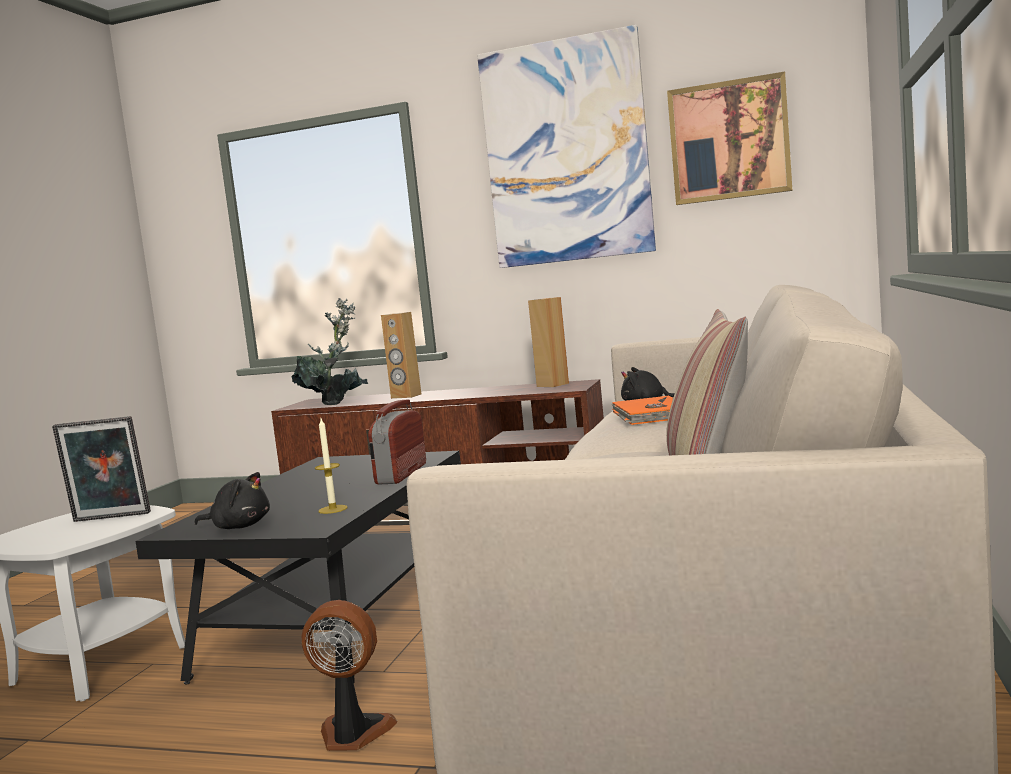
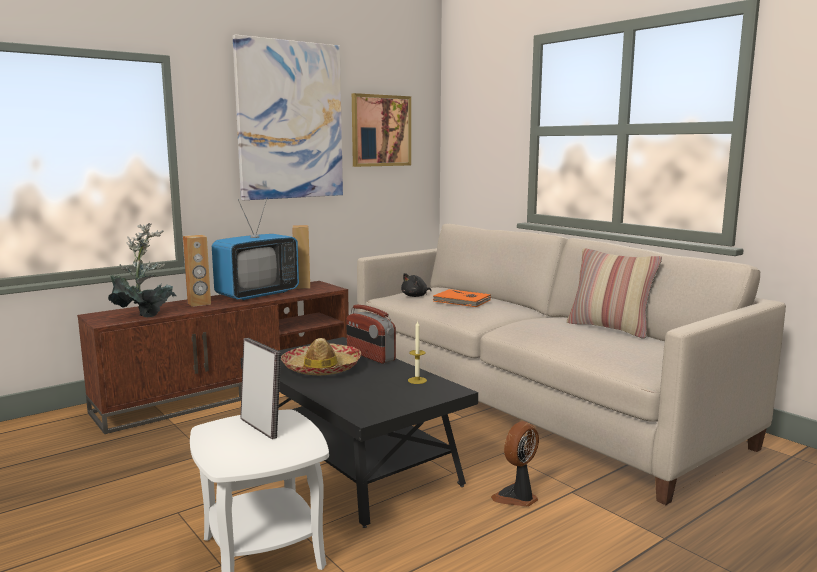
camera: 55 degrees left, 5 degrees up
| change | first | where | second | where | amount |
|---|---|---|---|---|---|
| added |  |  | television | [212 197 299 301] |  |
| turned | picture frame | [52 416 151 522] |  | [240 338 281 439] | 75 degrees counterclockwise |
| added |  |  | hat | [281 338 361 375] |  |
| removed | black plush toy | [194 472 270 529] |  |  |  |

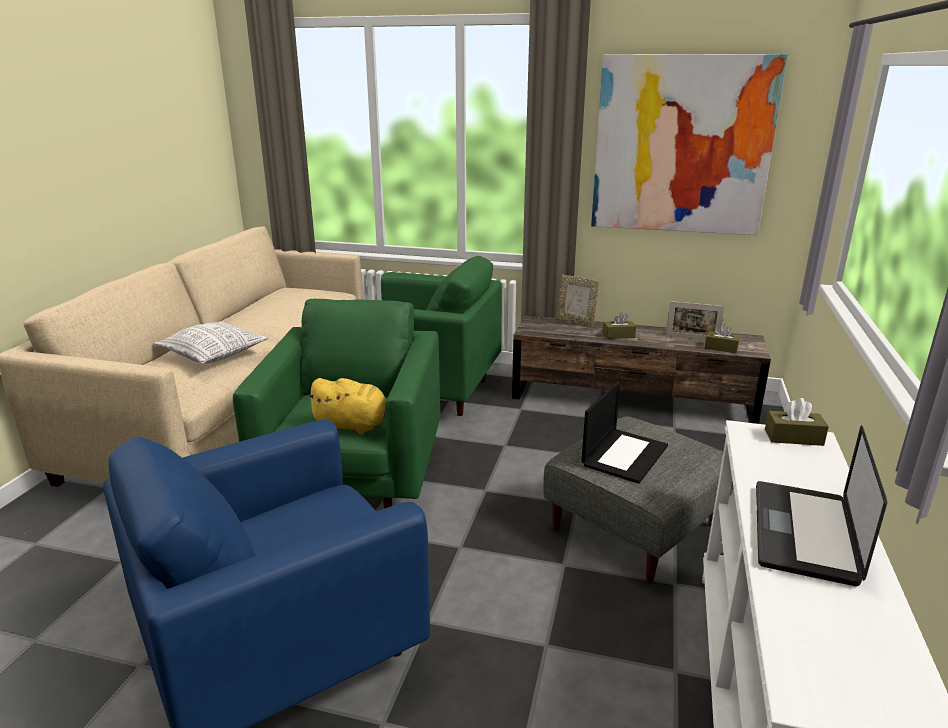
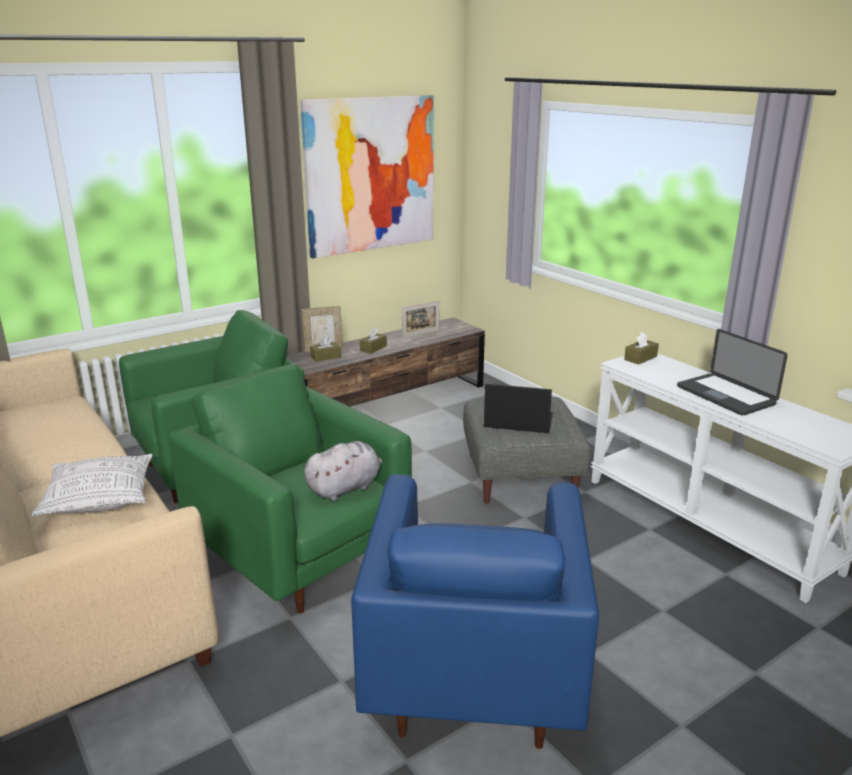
camera: 50 degrees left, 0 degrees up
| change | first | where | second | where | amount |
|---|---|---|---|---|---|
| recoloured | yellow plush toy | [306 378 386 434] | grey plush toy | [304 441 382 501] |  |
| moved | brown tissue box | [705 324 740 353] |  | [310 336 341 362] |  |
| turned | laptop | [581 381 668 484] |  | [484 384 553 433] | 60 degrees counterclockwise |

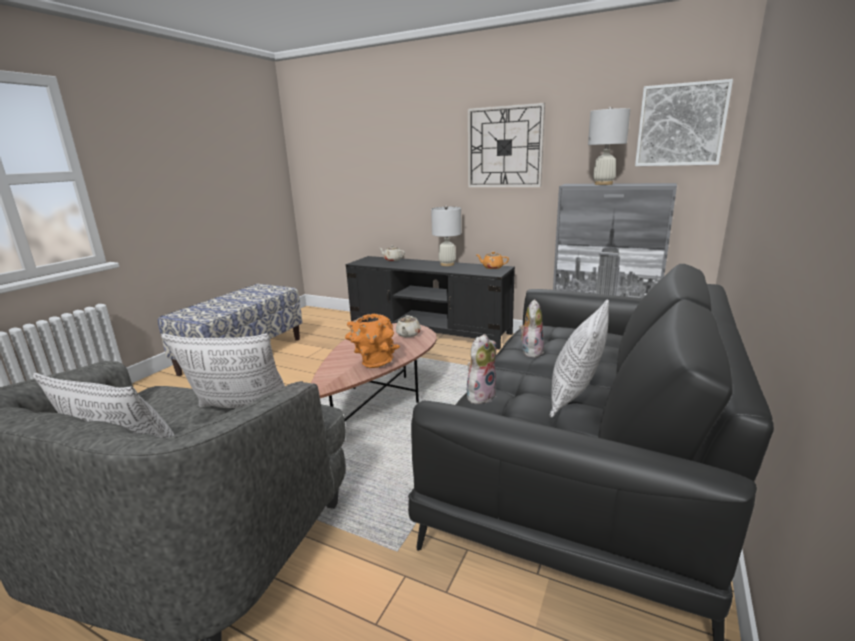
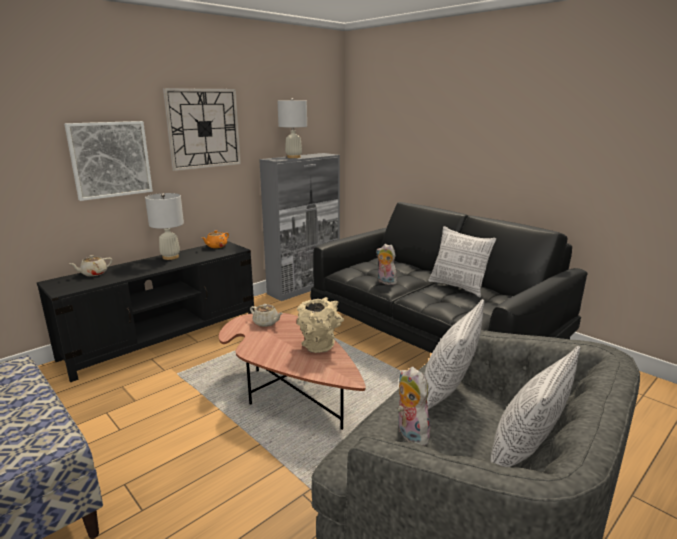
camera: 70 degrees left, 0 degrees up
| change | first | where | second | where | amount |
|---|---|---|---|---|---|
| moved | picture | [635 79 733 166] |  | [64 121 153 201] |  |
| recoloured | orange vase | [345 314 400 368] | beige vase | [297 297 344 353] |  |
| moved | plush toy | [467 334 496 404] |  | [397 367 430 446] |  |

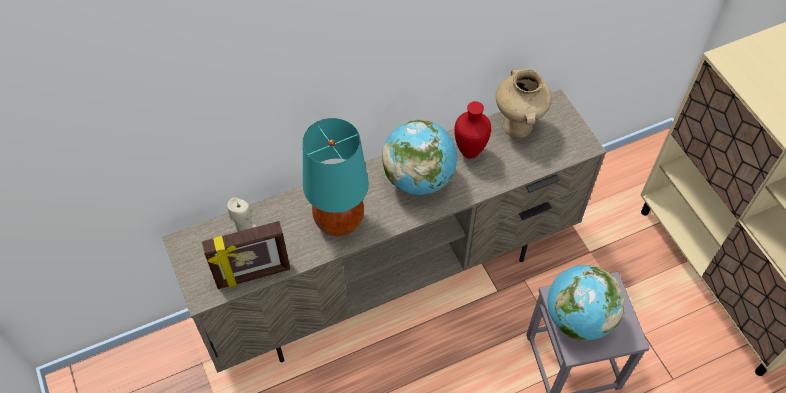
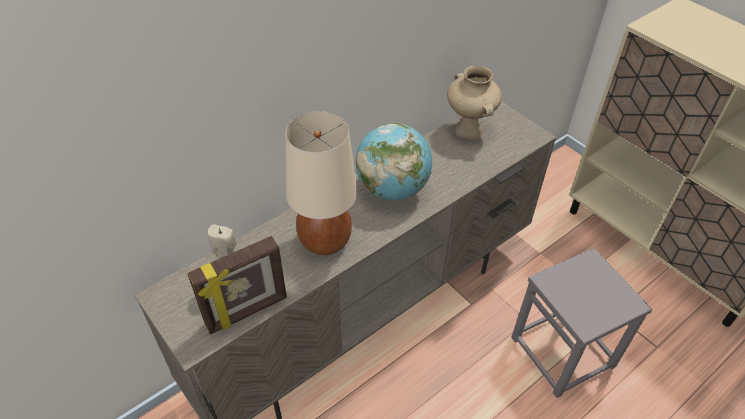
camera: 15 degrees left, 10 degrees down
| change | first | where | second | where | amount |
|---|---|---|---|---|---|
| recoloured | turquoise table lamp | [303 118 369 236] | beige table lamp | [285 111 357 255] |  |
| removed | red vase | [454 101 491 159] |  |  |  |
| removed | globe | [547 265 624 340] |  |  |  |

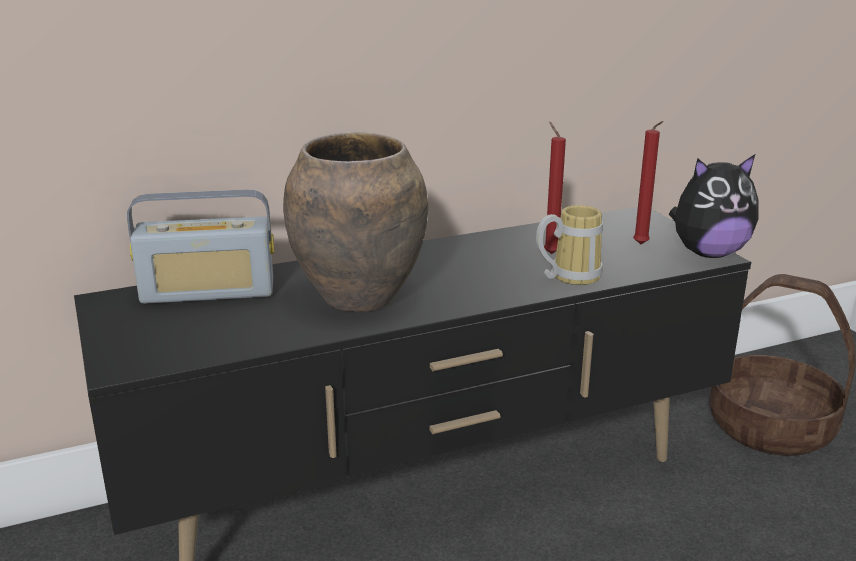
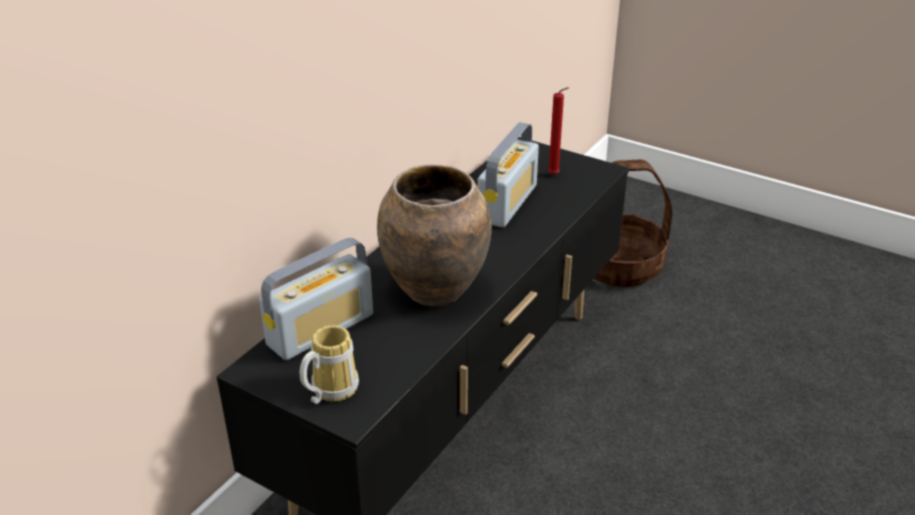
camera: 35 degrees left, 10 degrees up
| change | first | where | second | where | amount |
|---|---|---|---|---|---|
| moved | mug | [536 205 603 285] |  | [300 325 359 404] |  |
| replaced | red candle | [544 122 566 254] | radio | [477 122 539 227] |  |
| removed | plush toy | [669 154 758 258] |  |  |  |

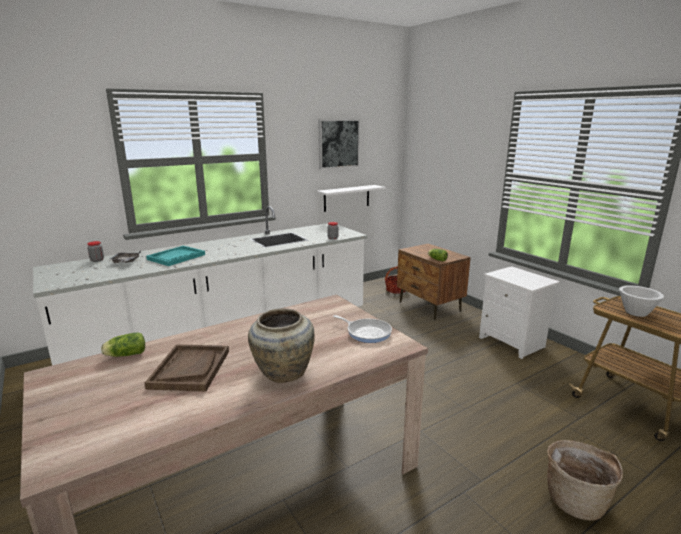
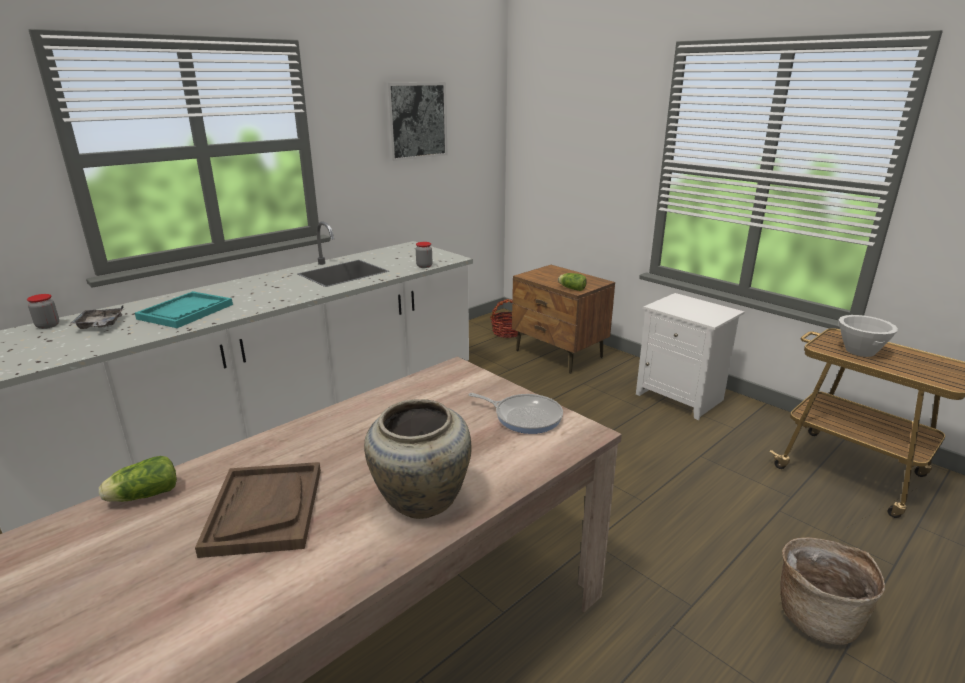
camera: 10 degrees left, 5 degrees up
| change | first | where | second | where | amount |
|---|---|---|---|---|---|
| removed | white shelf | [317 185 386 212] |  |  |  |

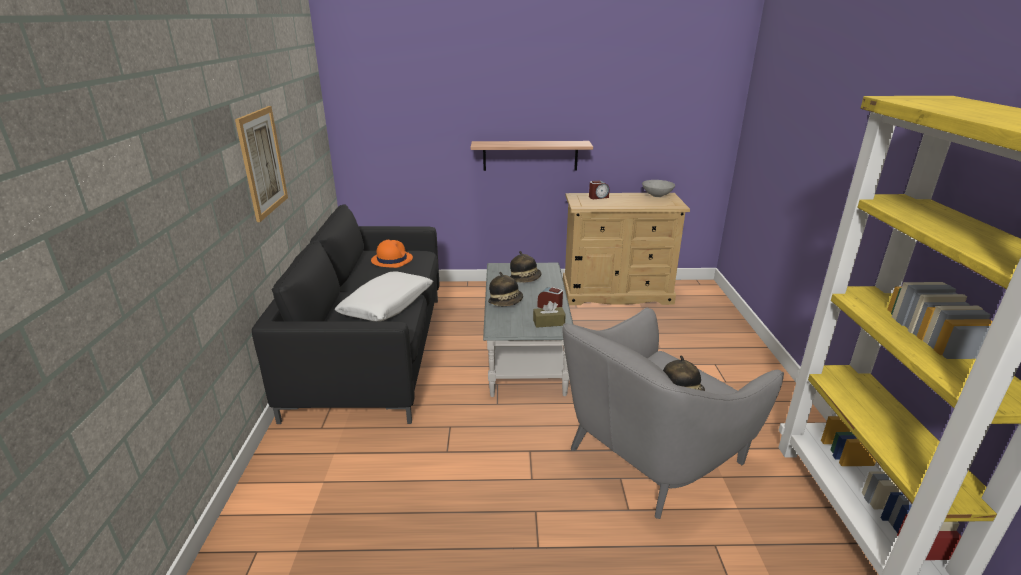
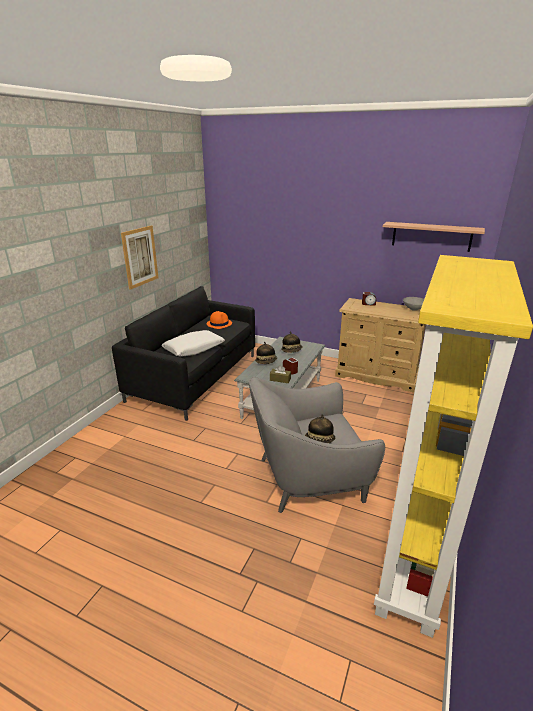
camera: 25 degrees right, 0 degrees up
| change | first | where | second | where | amount |
|---|---|---|---|---|---|
| moved | shelf | [471 141 593 171] |  | [383 222 485 252] |  |

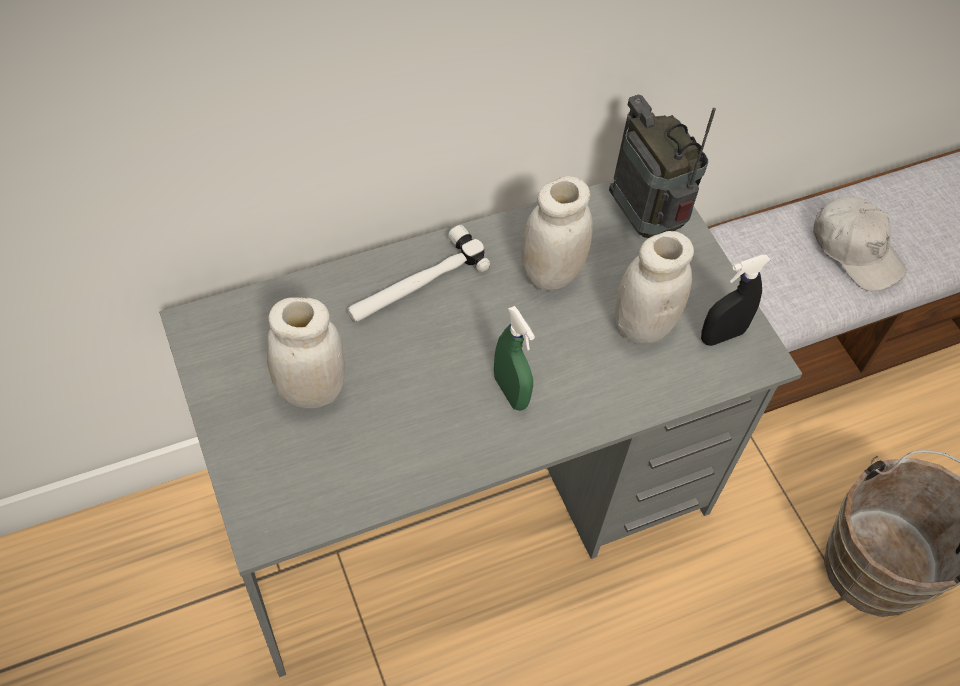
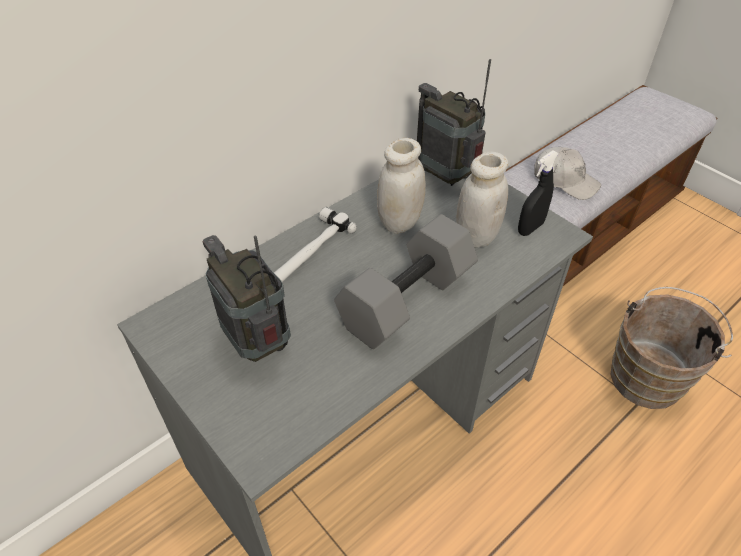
camera: 15 degrees left, 10 degrees down
| change | first | where | second | where | amount |
|---|---|---|---|---|---|
| replaced | white jar | [267 297 345 408] | radio | [203 235 291 362] |  |
| replaced | green spray bottle | [494 306 535 411] | grey dumbbell | [334 214 478 349] |  |

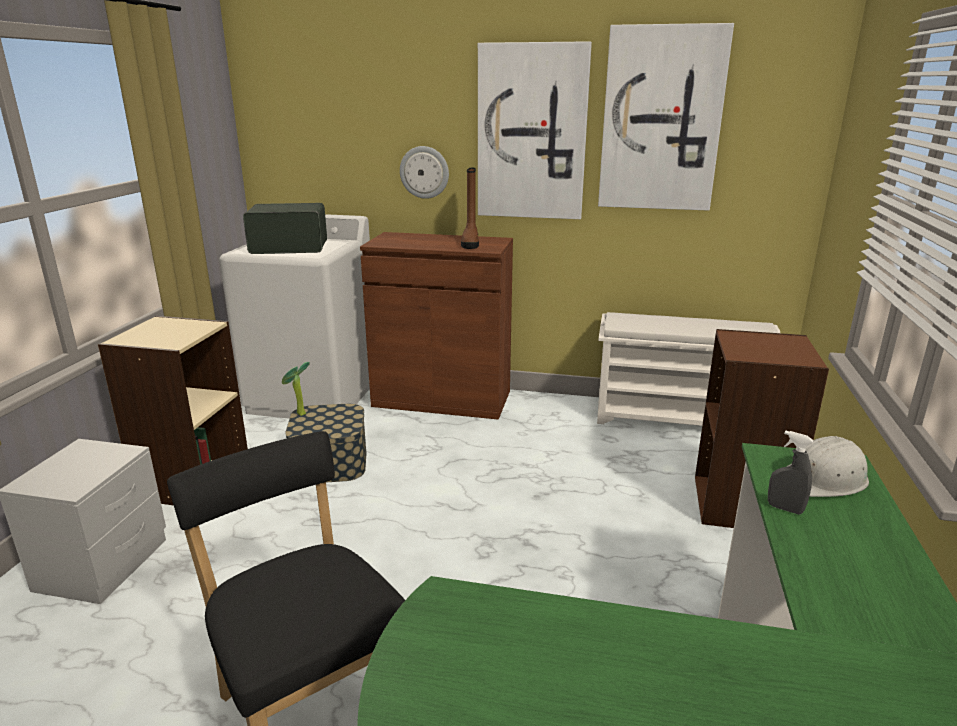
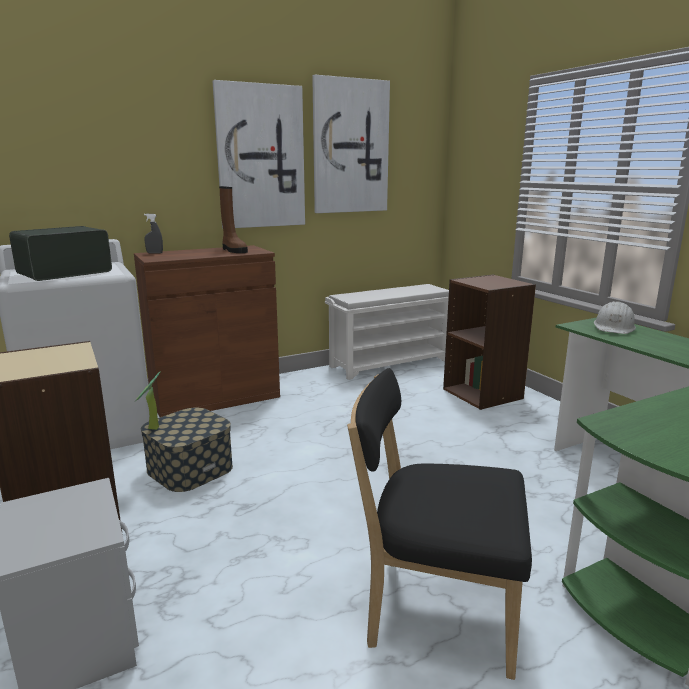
camera: 40 degrees left, 5 degrees down
| change | first | where | second | where | amount |
|---|---|---|---|---|---|
| moved | grey spray bottle | [768 430 813 514] |  | [144 214 163 254] |  |
| removed | wall clock | [400 146 449 199] |  |  |  |

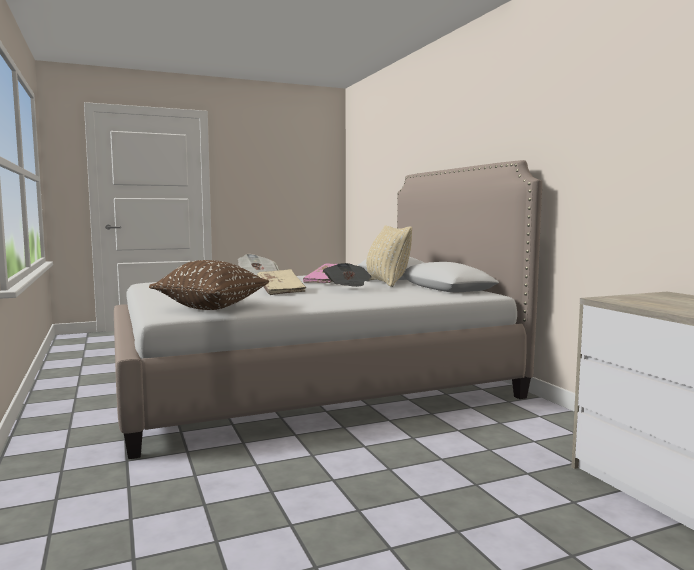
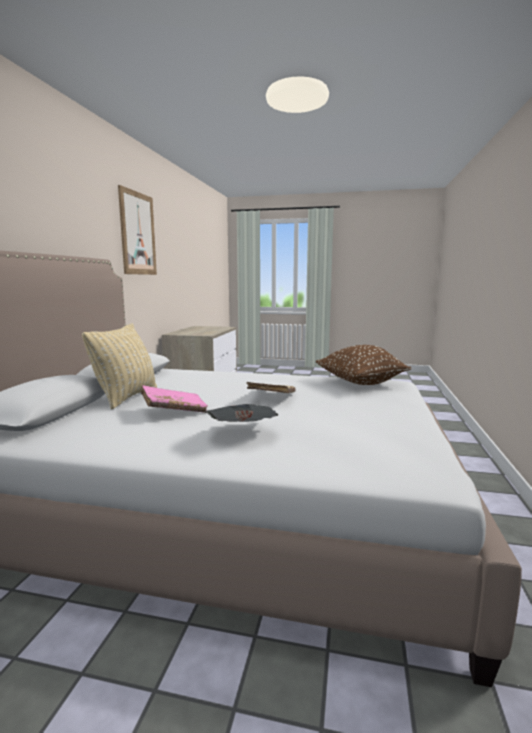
camera: 145 degrees left, 5 degrees up
| change | first | where | second | where | amount |
|---|---|---|---|---|---|
| added |  |  | picture | [118 185 157 275] |  |
| removed | newspaper | [323 263 372 287] |  |  |  |

